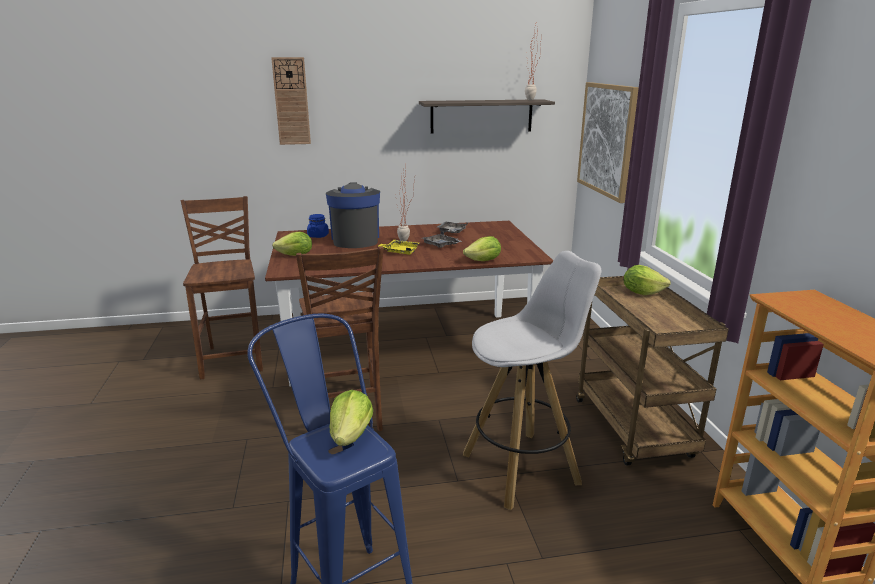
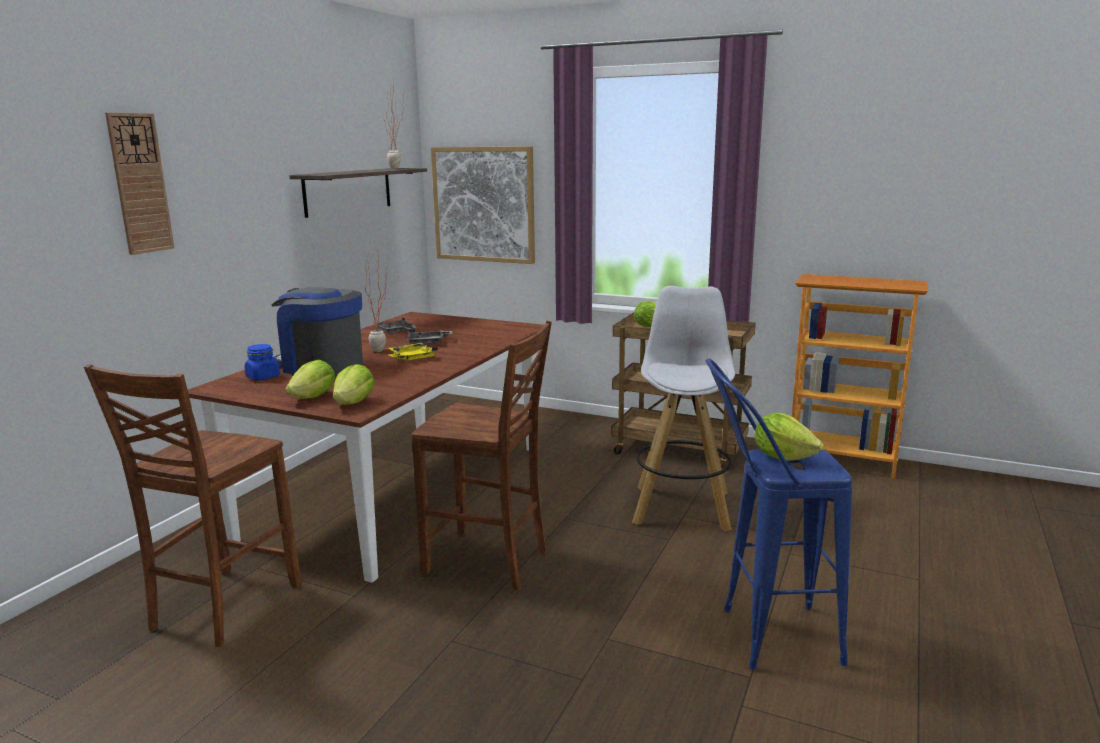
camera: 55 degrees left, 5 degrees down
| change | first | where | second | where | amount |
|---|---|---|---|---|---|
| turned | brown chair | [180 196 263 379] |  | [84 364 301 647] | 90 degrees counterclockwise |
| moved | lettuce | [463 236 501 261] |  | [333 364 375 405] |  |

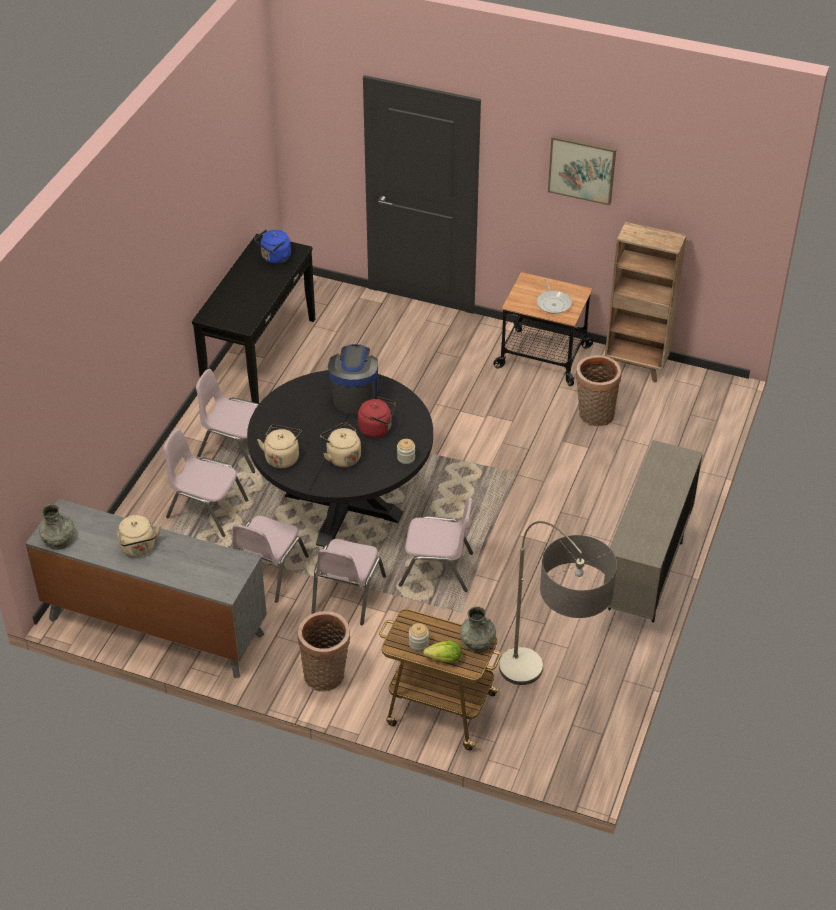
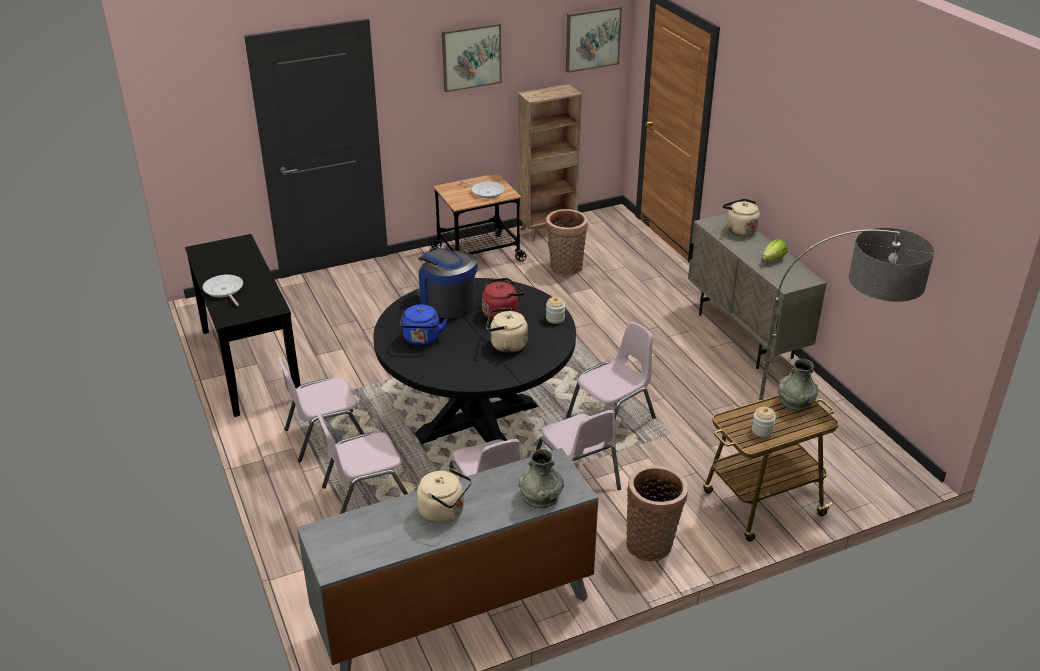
camera: 45 degrees left, 10 degrees down
| change | first | where | second | where | amount |
|---|---|---|---|---|---|
| added |  |  | frying pan | [203 274 243 306] |  |
| moved | blue kettle | [254 229 291 264] |  | [400 304 448 346] |  |
| moved | grey vase | [39 504 74 550] |  | [519 449 564 508] |  |
| added |  |  | picture | [566 6 622 73] |  |
| moved | beige kettle | [257 425 302 468] |  | [722 199 760 236] |  |
| moved | lettuce | [423 641 461 663] |  | [762 239 788 261] |  |

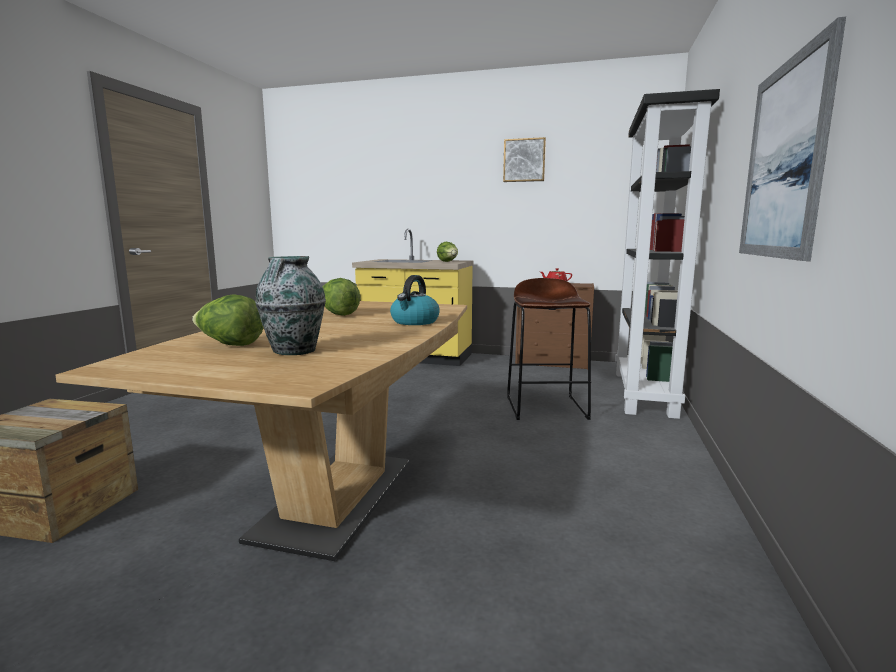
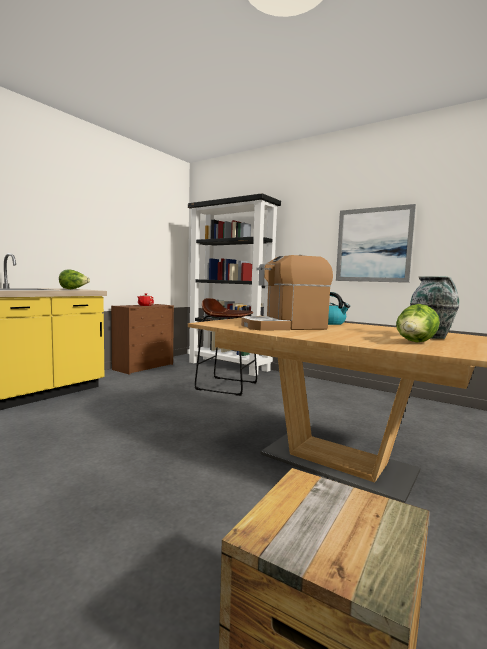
camera: 70 degrees left, 5 degrees down
| change | first | where | second | where | amount |
|---|---|---|---|---|---|
| replaced | lettuce | [323 278 361 316] | coffee machine | [241 255 333 331] |  |
| removed | picture | [503 137 546 182] |  |  |  |

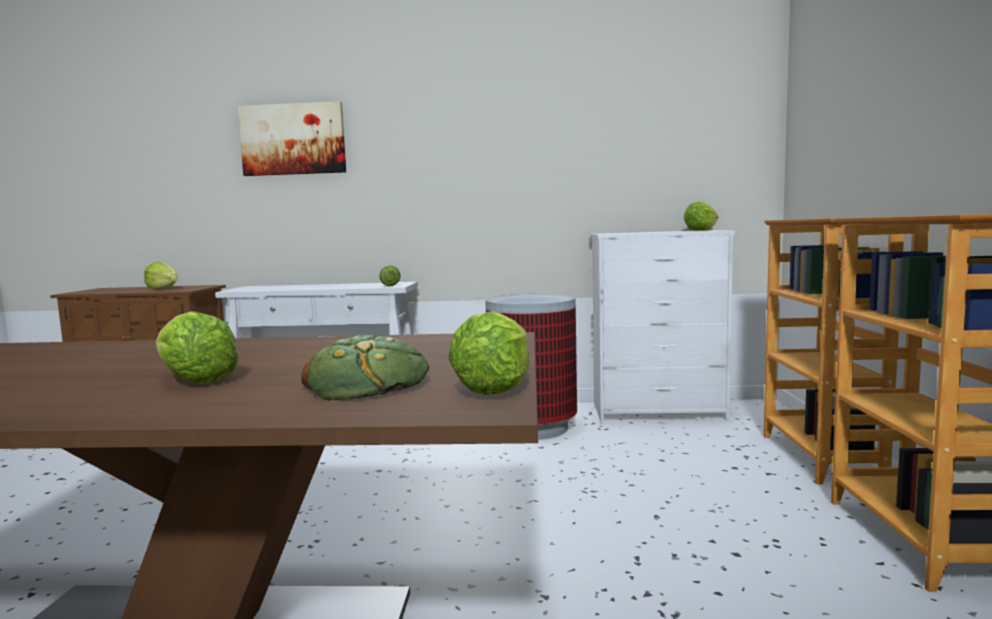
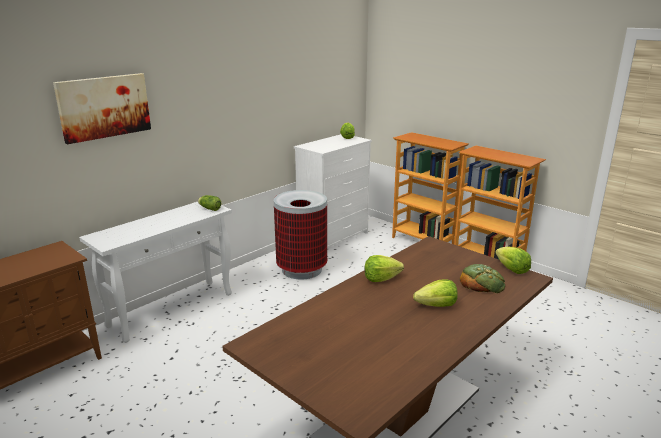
camera: 50 degrees left, 15 degrees up
| change | first | where | second | where | amount |
|---|---|---|---|---|---|
| moved | lettuce | [144 262 177 290] |  | [364 255 404 282] |  |

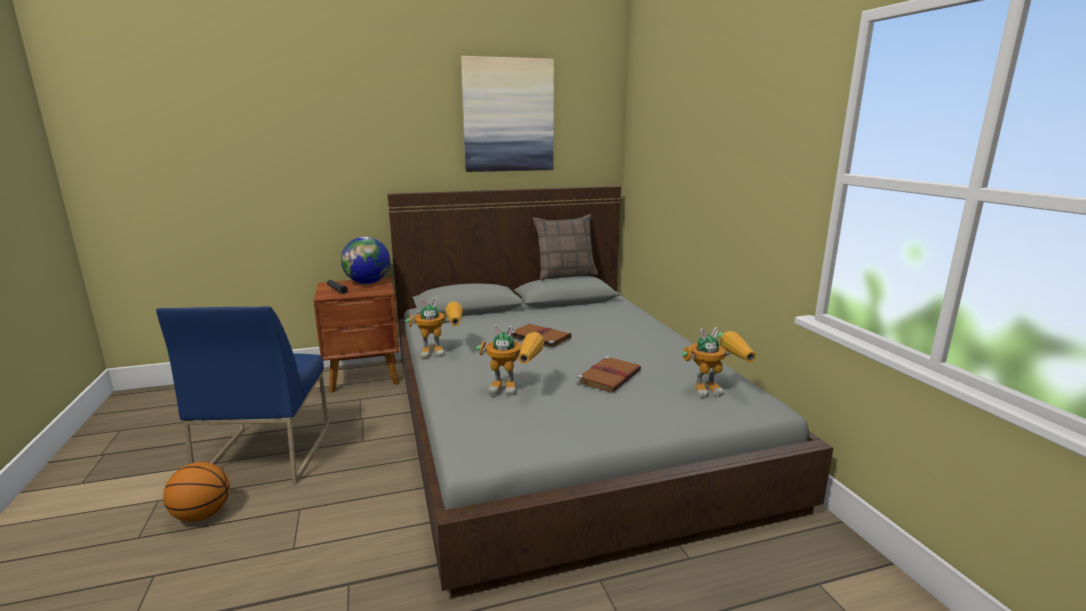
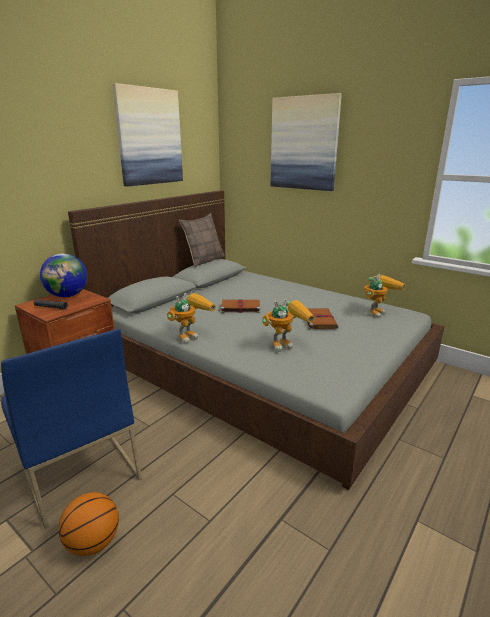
camera: 35 degrees left, 5 degrees up
| change | first | where | second | where | amount |
|---|---|---|---|---|---|
| added |  |  | picture | [270 93 342 191] |  |

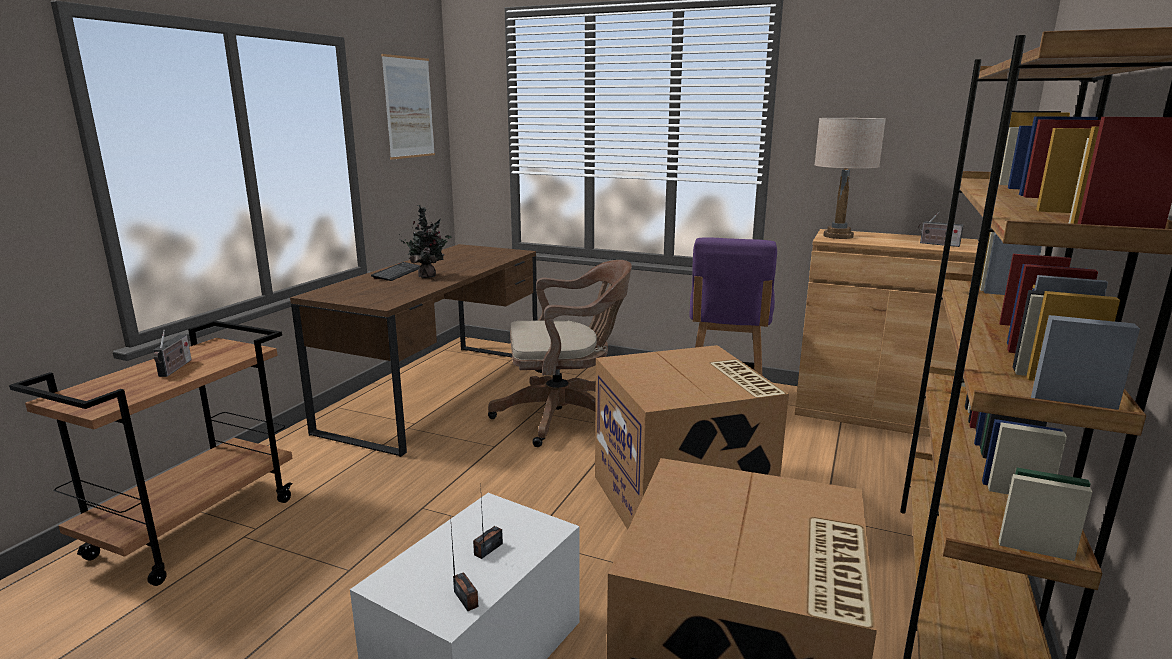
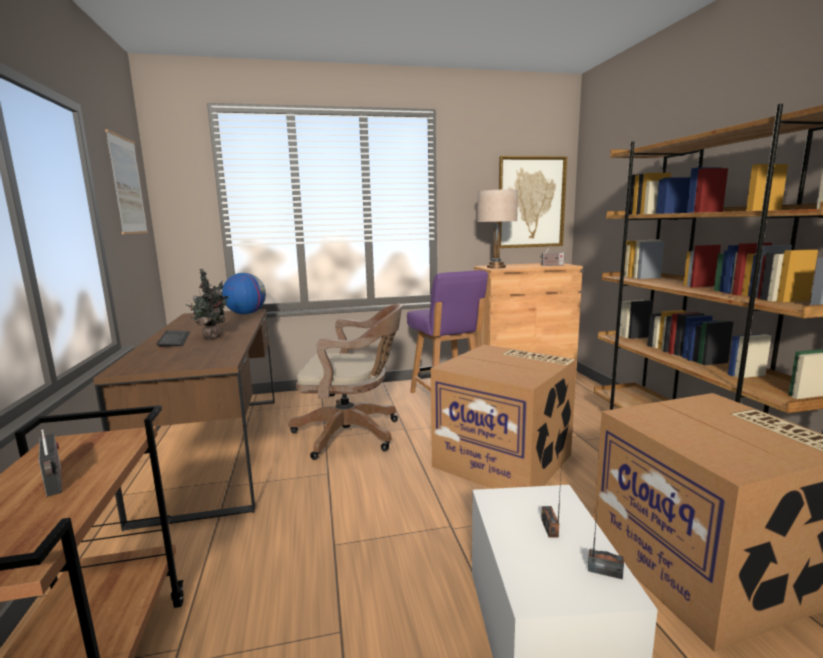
camera: 35 degrees left, 5 degrees down
| change | first | where | second | where | amount |
|---|---|---|---|---|---|
| added |  |  | globe | [222 273 266 314] |  |
| turned | brown office chair | [488 260 632 447] |  | [289 304 402 460] | 45 degrees clockwise |
| added |  |  | picture | [498 156 567 248] |  |

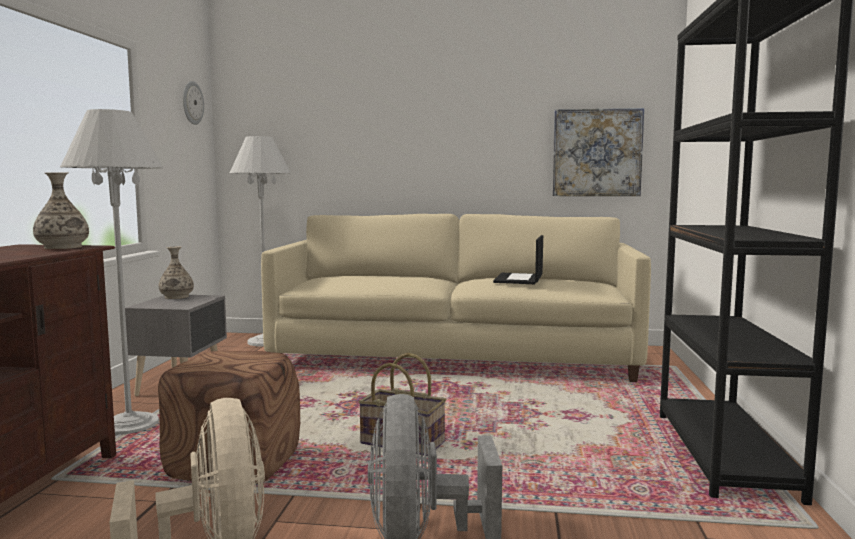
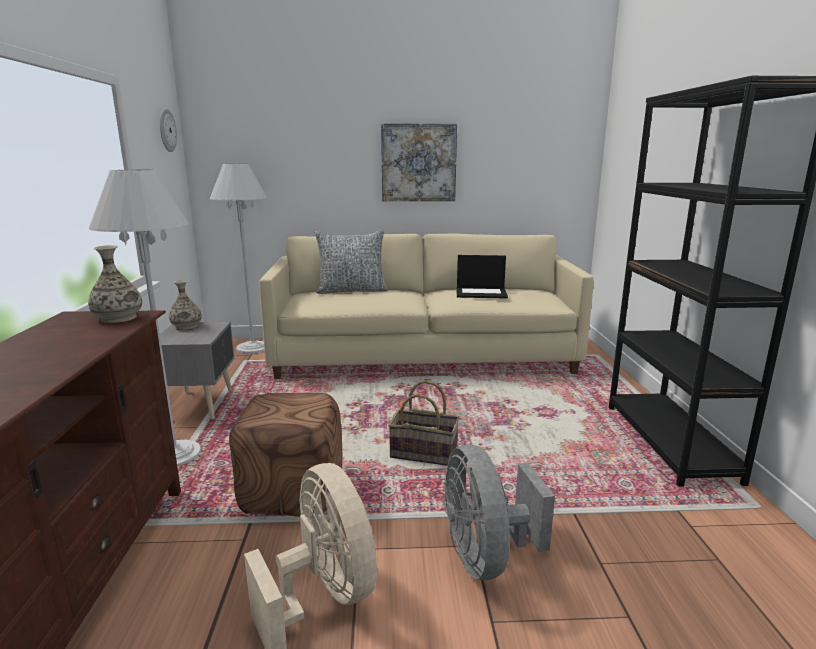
camera: 10 degrees left, 10 degrees up
| change | first | where | second | where | amount |
|---|---|---|---|---|---|
| added |  |  | pillow | [314 230 387 294] |  |
| moved | picture | [552 108 644 196] |  | [381 123 457 201] |  |
| turned | laptop | [493 235 543 284] |  | [456 255 508 299] | 90 degrees counterclockwise |

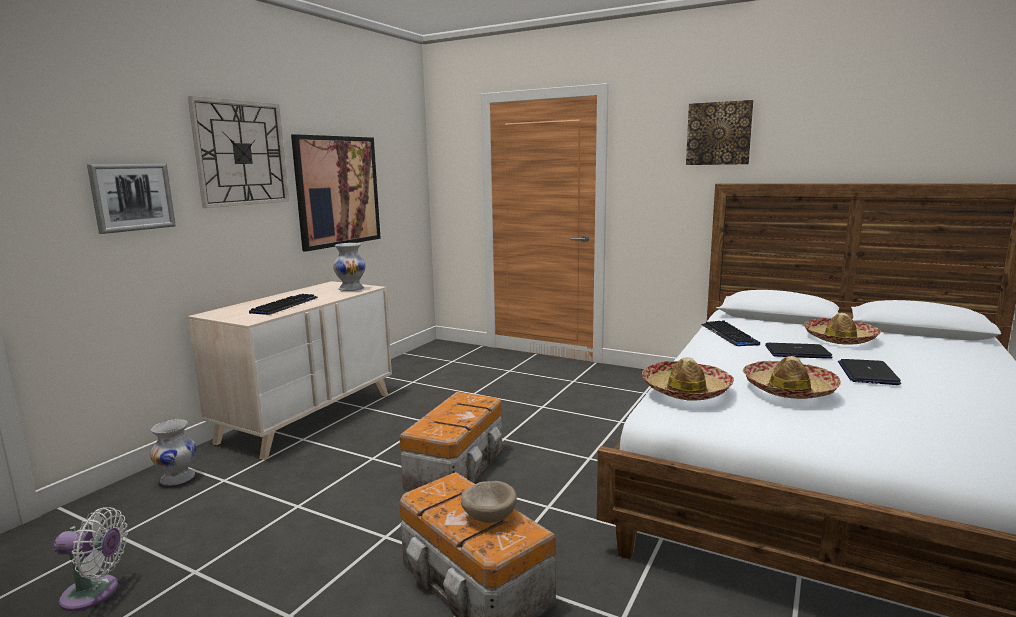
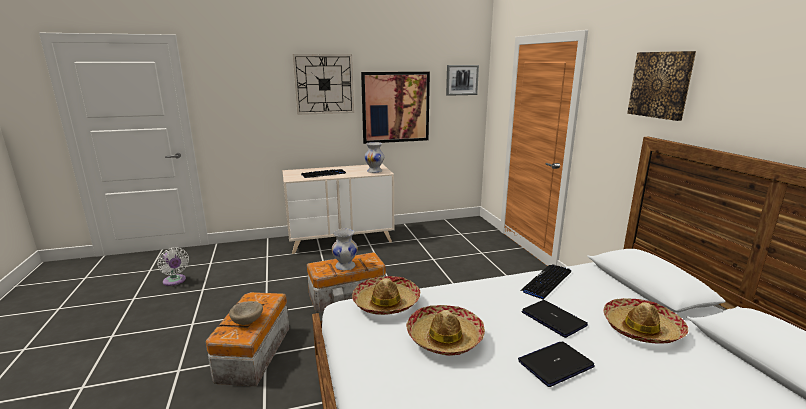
camera: 45 degrees right, 5 degrees up
| change | first | where | second | where | amount |
|---|---|---|---|---|---|
| moved | white vase | [150 419 196 486] |  | [331 229 358 270] |  |
| moved | picture | [87 164 176 234] |  | [446 65 479 96] |  |

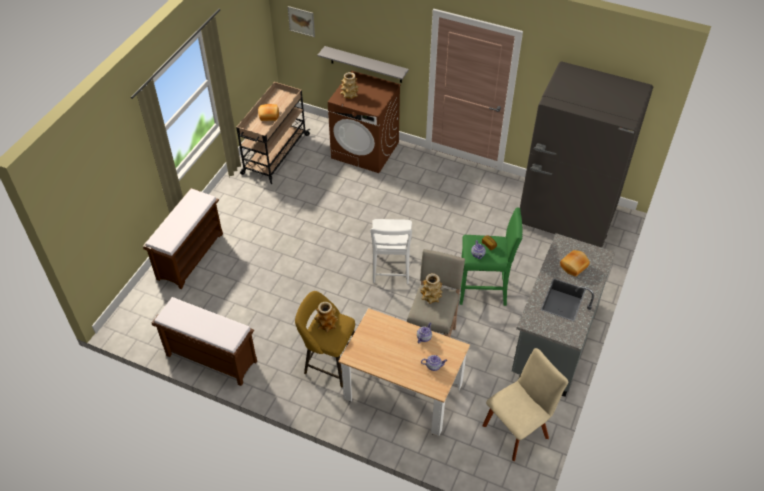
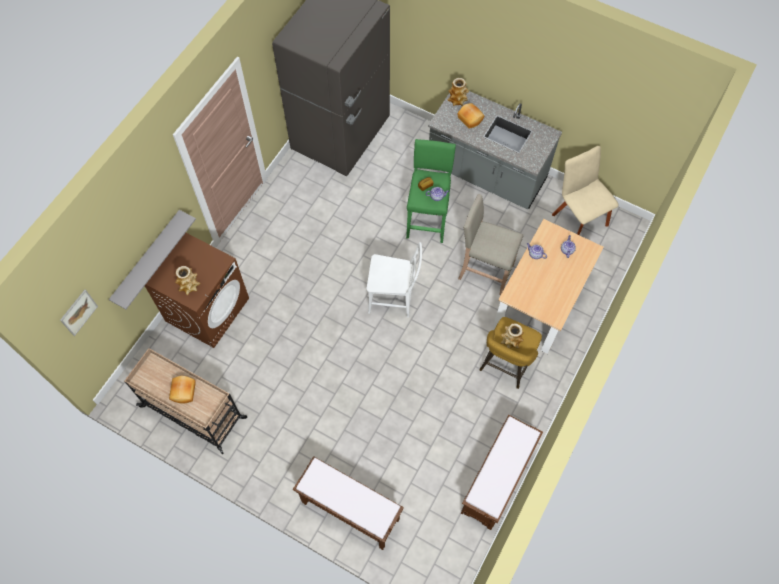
camera: 85 degrees left, 15 degrees up
| change | first | where | second | where | amount |
|---|---|---|---|---|---|
| moved | vase | [421 273 443 304] |  | [447 78 469 106] |  |

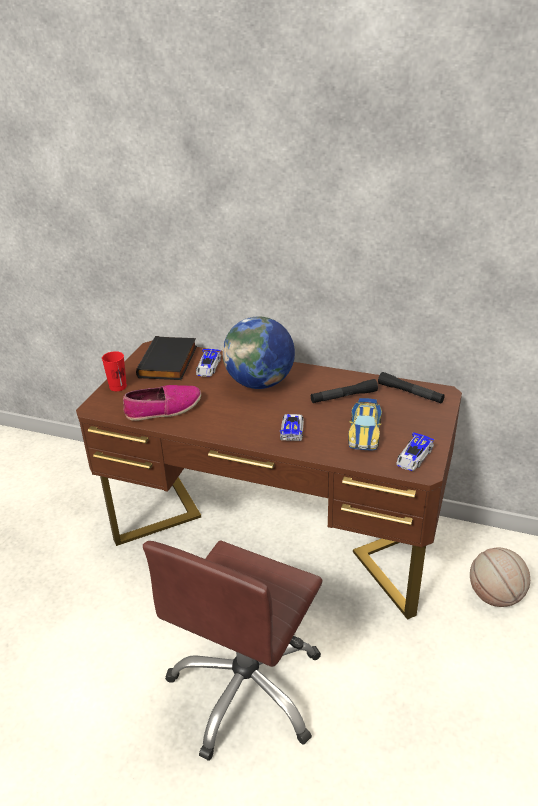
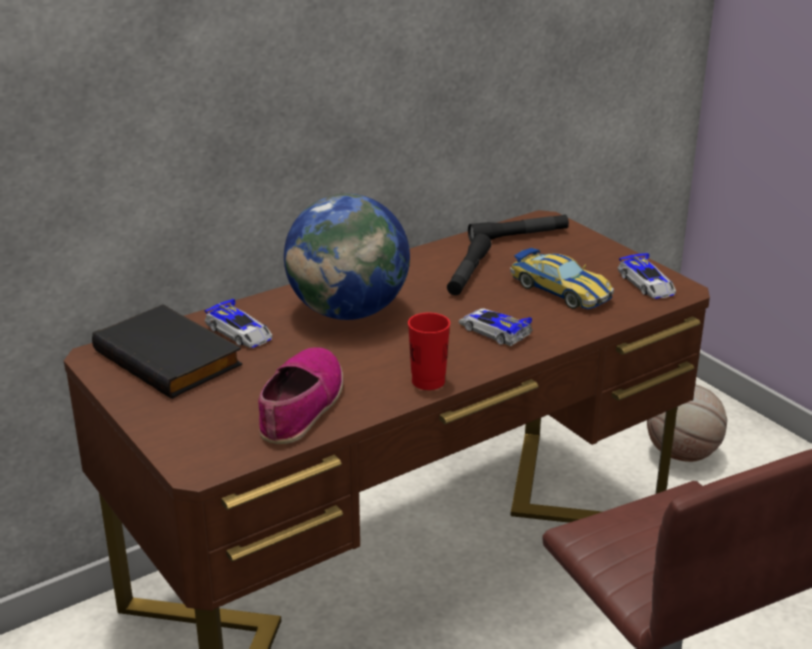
camera: 55 degrees left, 5 degrees down
| change | first | where | second | where | amount |
|---|---|---|---|---|---|
| moved | red cup | [102 351 127 391] |  | [408 313 450 390] |  |

